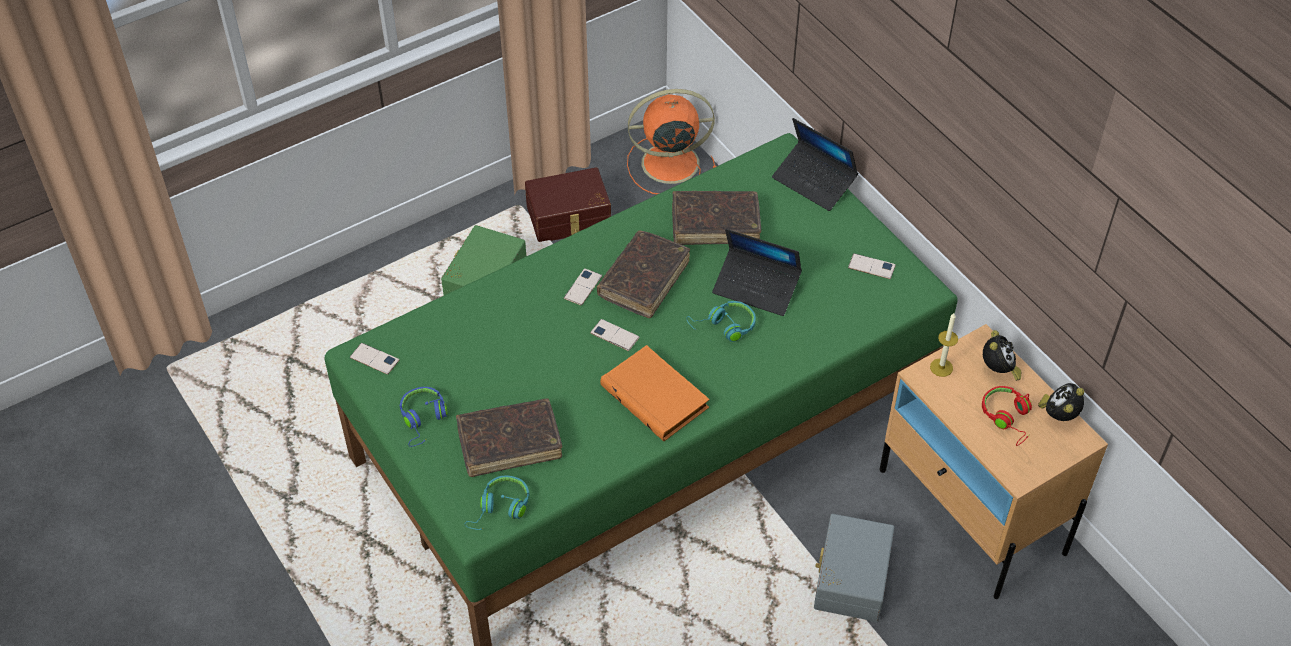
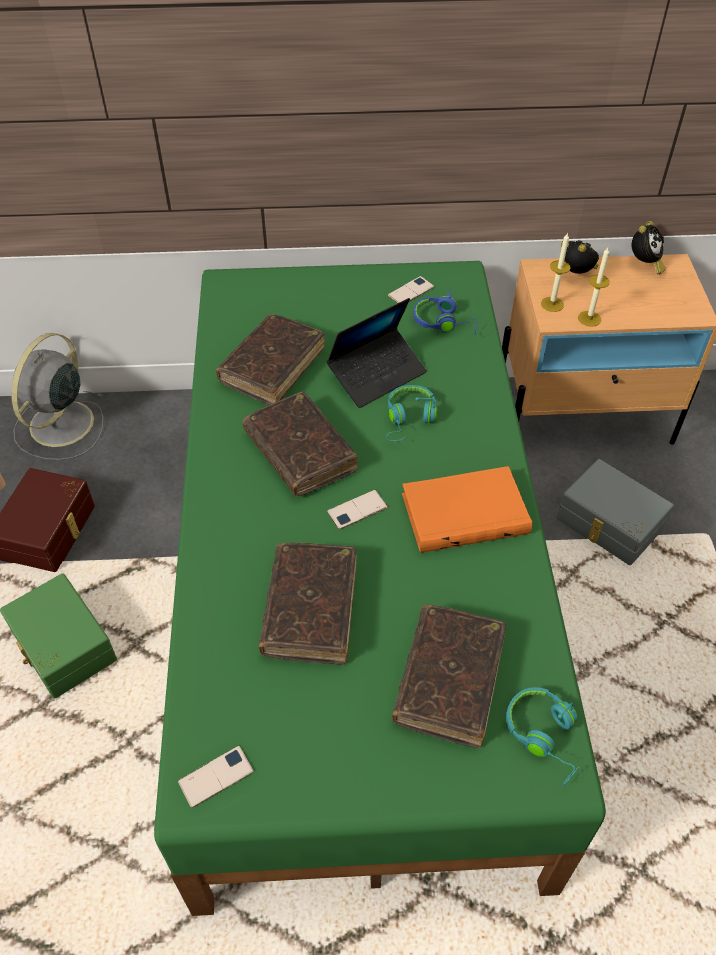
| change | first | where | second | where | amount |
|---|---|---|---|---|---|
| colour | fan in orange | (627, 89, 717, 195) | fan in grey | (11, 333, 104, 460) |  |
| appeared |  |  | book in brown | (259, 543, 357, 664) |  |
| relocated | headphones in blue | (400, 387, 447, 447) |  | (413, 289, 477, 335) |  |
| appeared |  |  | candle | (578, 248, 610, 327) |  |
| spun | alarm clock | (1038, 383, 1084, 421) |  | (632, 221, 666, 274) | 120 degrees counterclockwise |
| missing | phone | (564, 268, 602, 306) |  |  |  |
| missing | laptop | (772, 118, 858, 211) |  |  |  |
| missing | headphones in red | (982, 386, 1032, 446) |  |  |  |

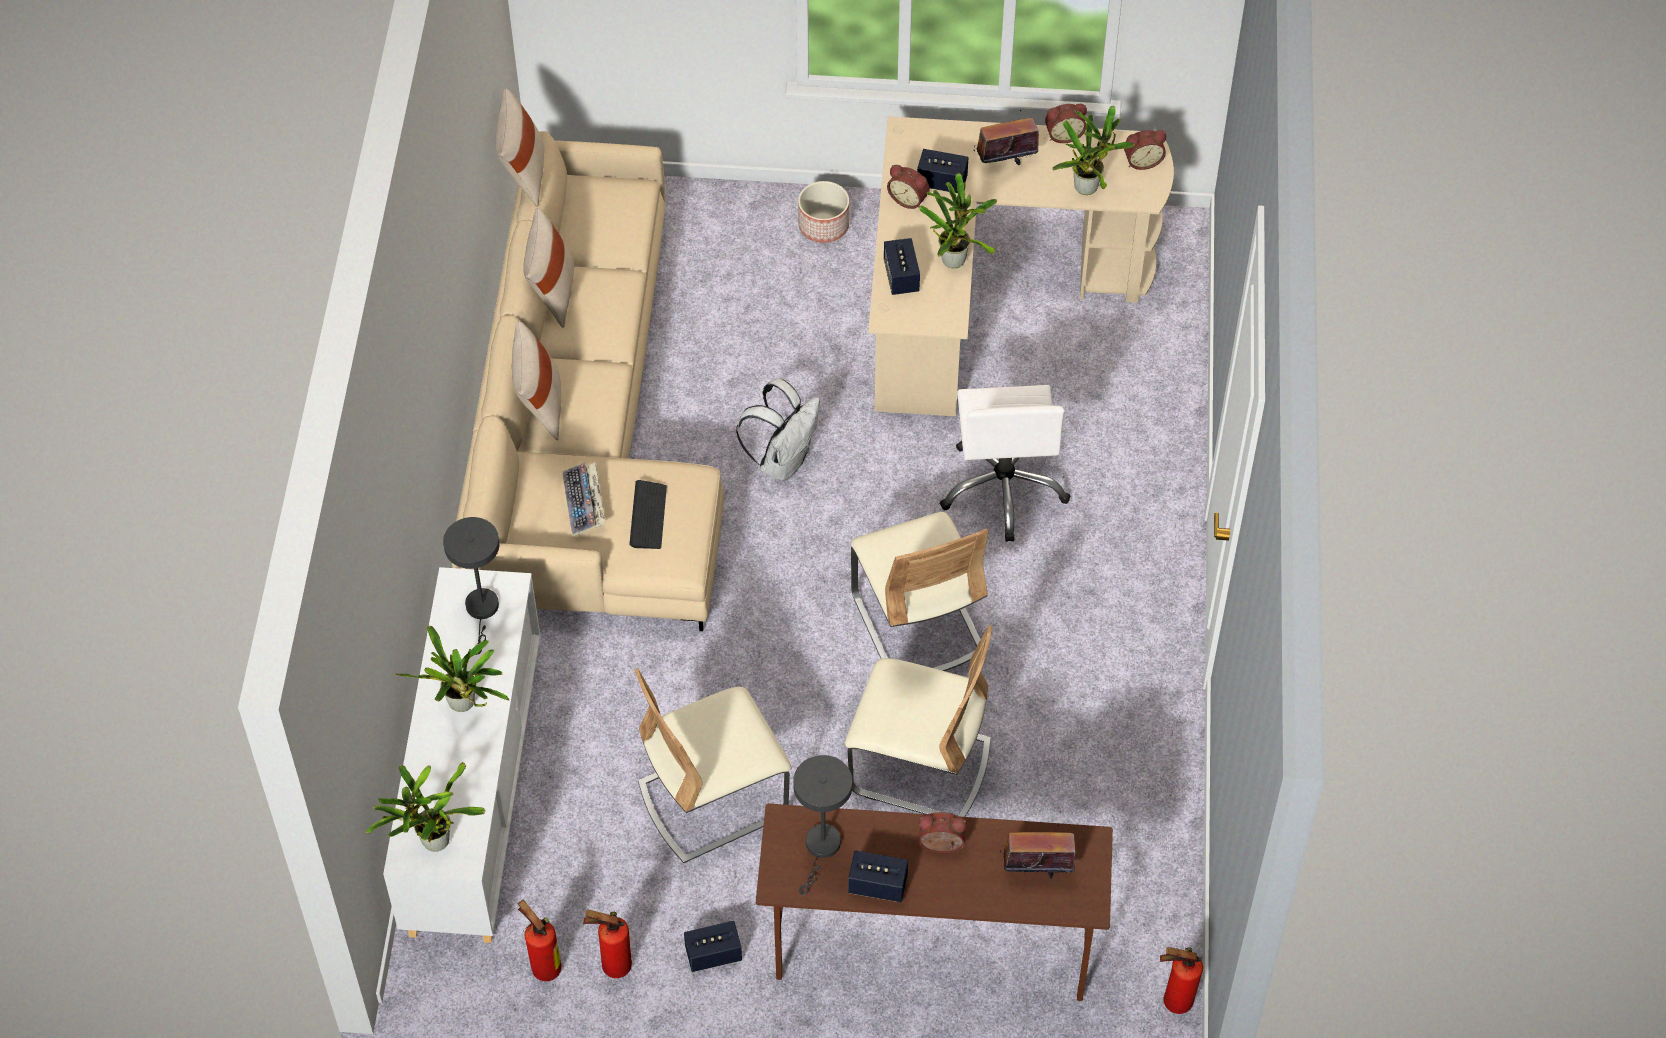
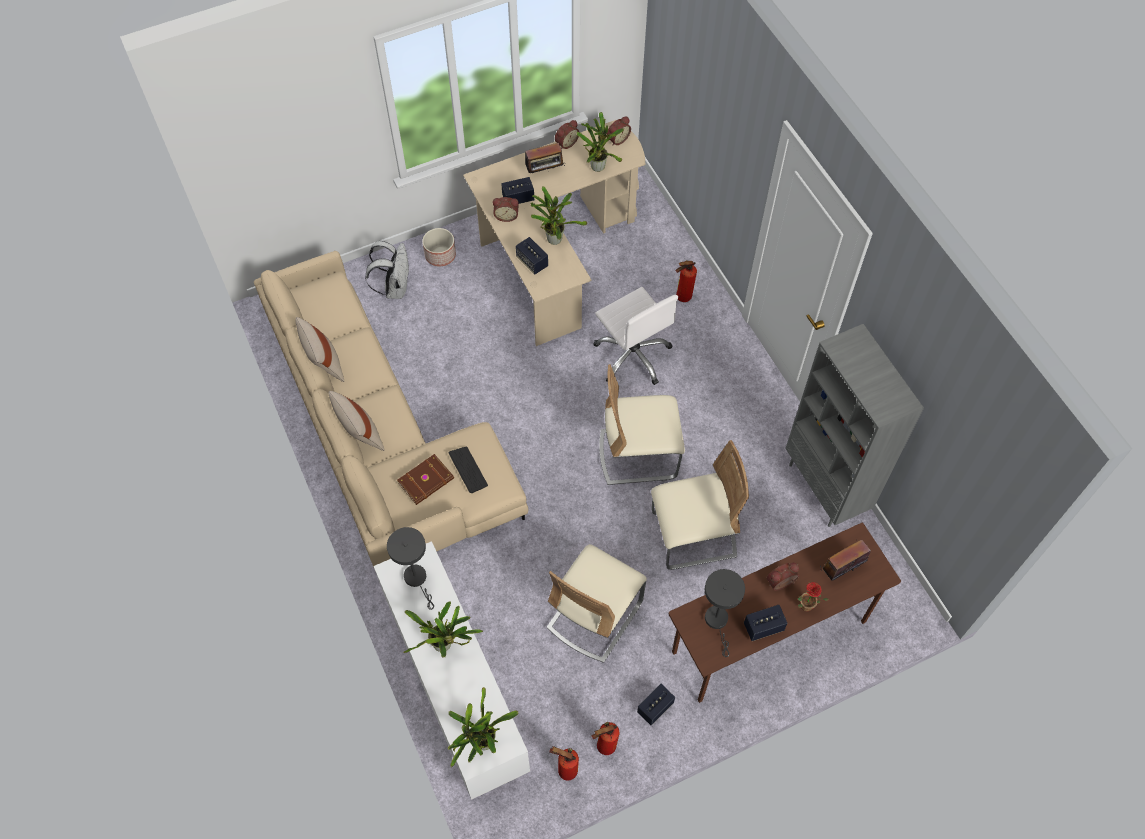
| change | first | where | second | where | amount |
|---|---|---|---|---|---|
| relocated | backpack in white | (736, 379, 820, 481) |  | (365, 241, 410, 299) |  |
| exchanged | keyboard | (563, 463, 606, 537) | book in brown | (397, 454, 454, 505) |  |
| spun | radio | (974, 110, 1039, 165) |  | (521, 143, 565, 174) | 150 degrees counterclockwise |
| spun | chair in beige | (851, 512, 988, 671) |  | (599, 364, 685, 485) | 135 degrees clockwise |
| relocated | fire extinguisher | (1160, 947, 1203, 1014) |  | (675, 260, 697, 302) |  |
| appeared |  |  | bookcase in grey | (785, 324, 924, 527) |  |
| appeared |  |  | potted plant | (797, 582, 829, 612) |  |
| missing | pillow in beige | (495, 88, 544, 207) |  |  |  |

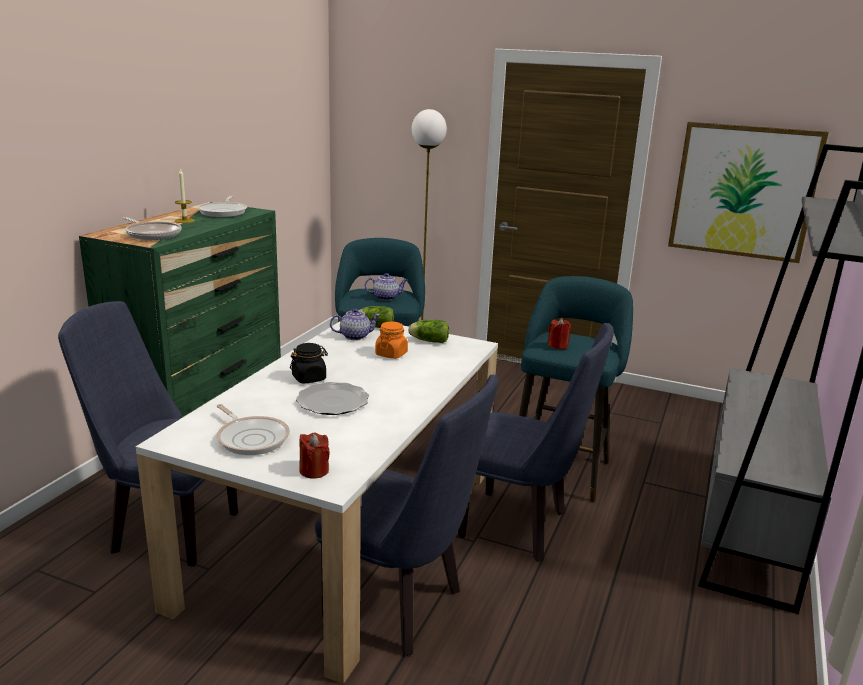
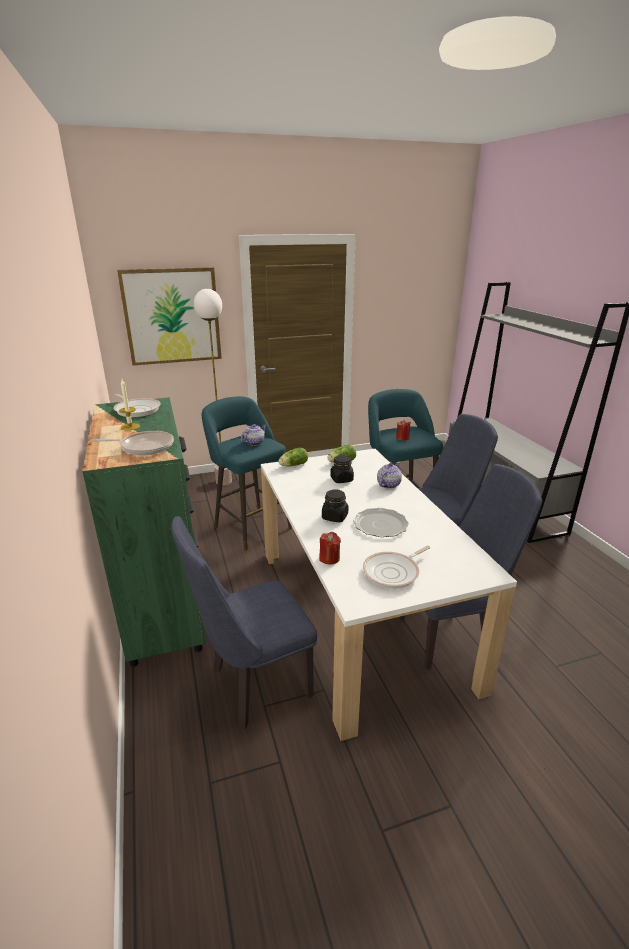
| change | first | where | second | where | amount |
|---|---|---|---|---|---|
| relocated | picture | (668, 122, 829, 263) |  | (117, 267, 222, 365) |  |
| relocated | candle in red | (299, 432, 330, 479) |  | (319, 532, 341, 564) |  |
| colour | jar in orange | (375, 322, 408, 359) | jar in black | (330, 455, 354, 483) |  |
| spun | frying pan | (217, 404, 290, 455) |  | (363, 545, 431, 589) | 135 degrees clockwise |
| relocated | teapot | (330, 308, 380, 340) |  | (377, 462, 402, 489) |  |

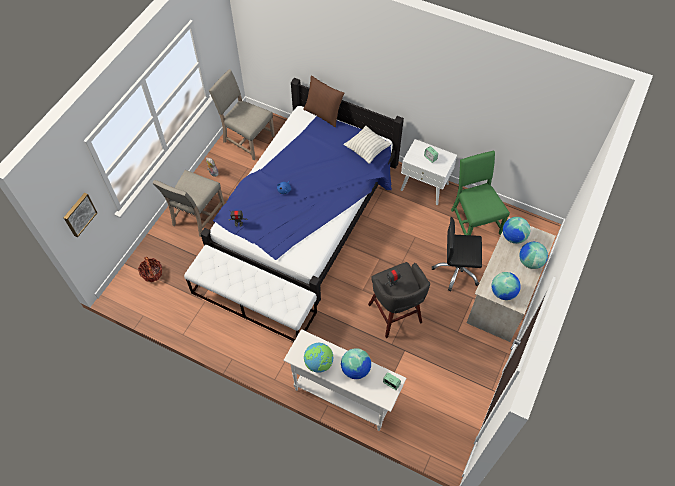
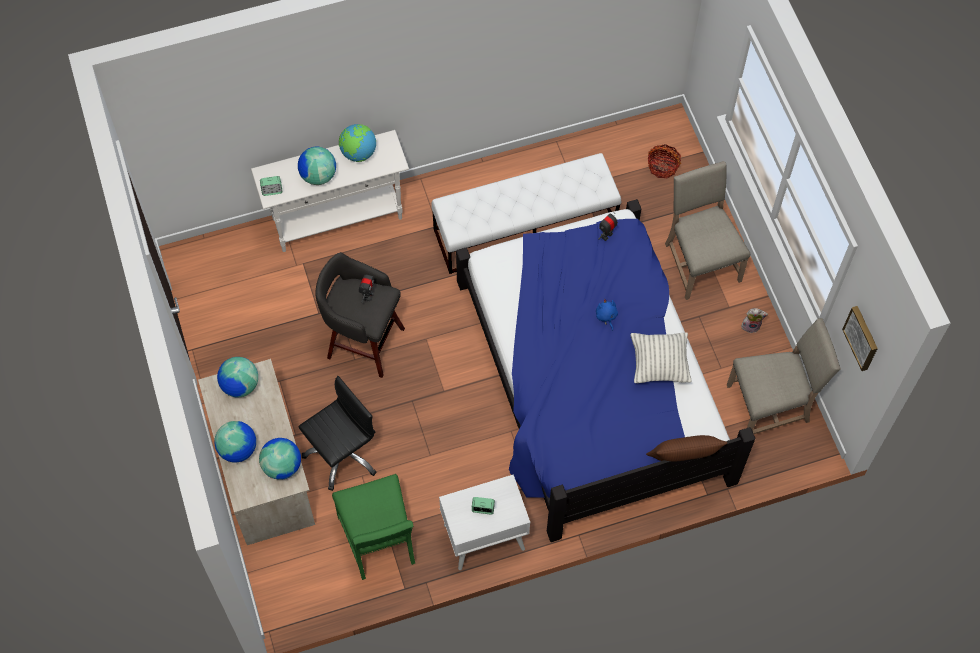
| change | first | where | second | where | amount |
|---|---|---|---|---|---|
| spun | chair in green | (451, 151, 510, 235) |  | (332, 474, 415, 580) | 45 degrees clockwise |
| relocated | pillow | (344, 126, 391, 164) |  | (630, 332, 691, 383) |  |
| relocated | picture | (64, 193, 97, 237) |  | (842, 306, 878, 371) |  |

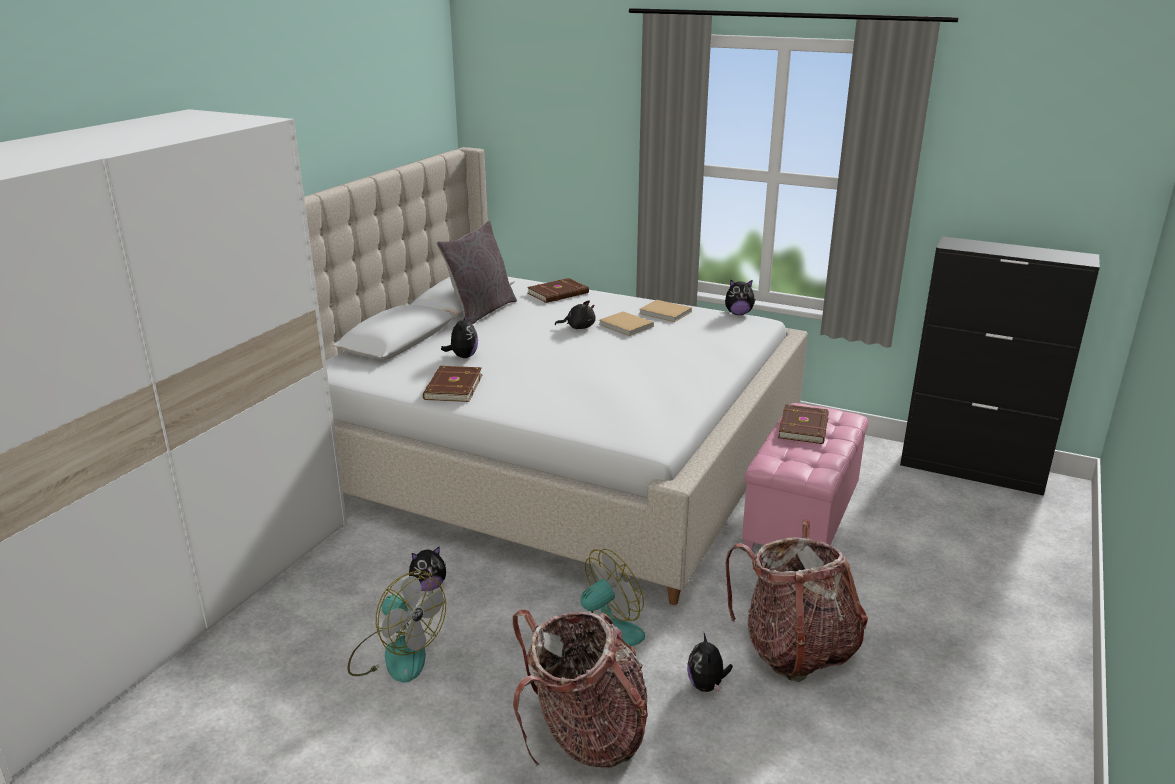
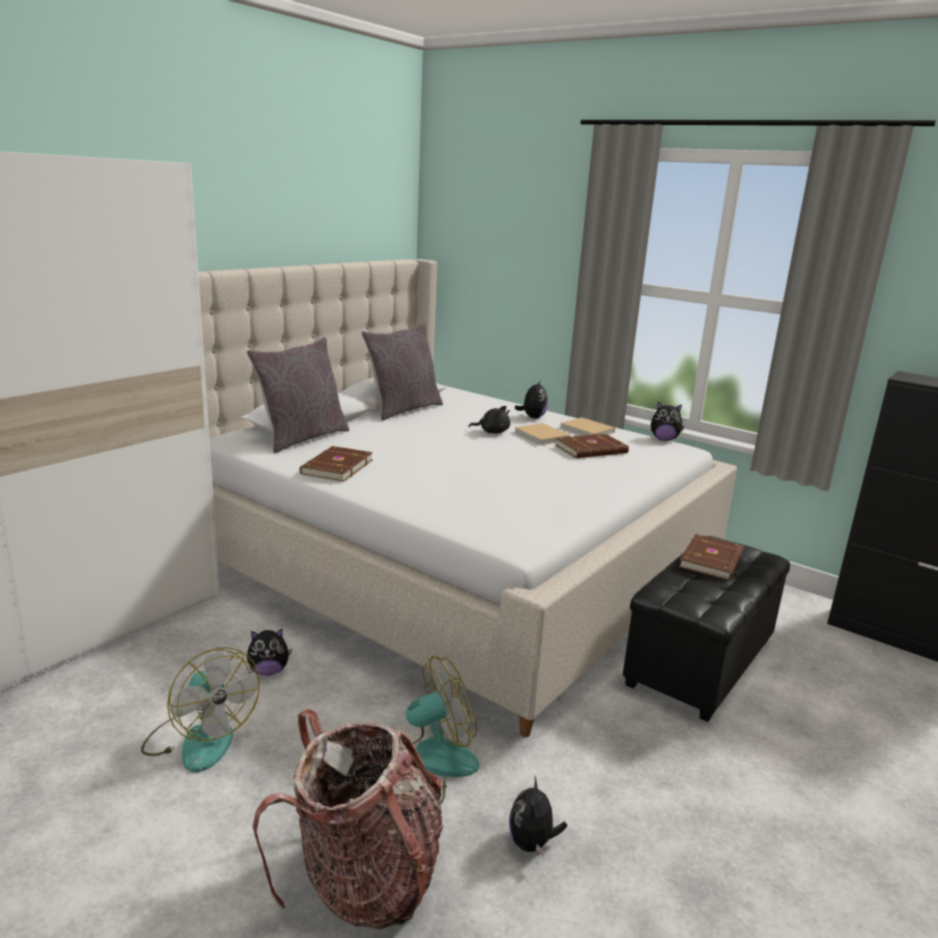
| change | first | where | second | where | amount |
|---|---|---|---|---|---|
| appeared |  |  | pillow in grey | (247, 337, 349, 453) |  |
| relocated | plush toy | (441, 315, 478, 358) |  | (515, 380, 548, 418) |  |
| relocated | book in brown | (527, 278, 589, 303) |  | (555, 434, 629, 458) |  |
| colour | ottoman in pink | (742, 403, 868, 549) | ottoman in black | (623, 536, 790, 722) |  |
| missing | backpack | (725, 519, 868, 682) |  |  |  |

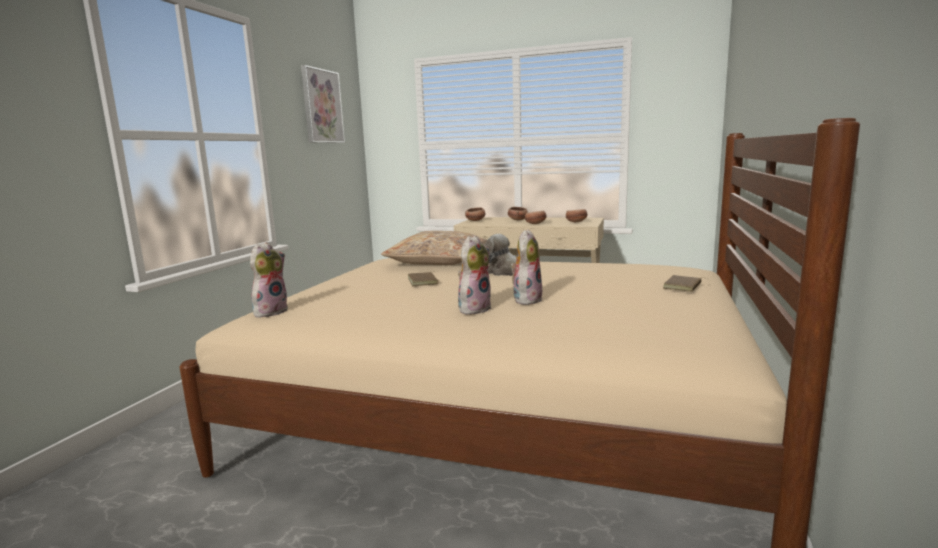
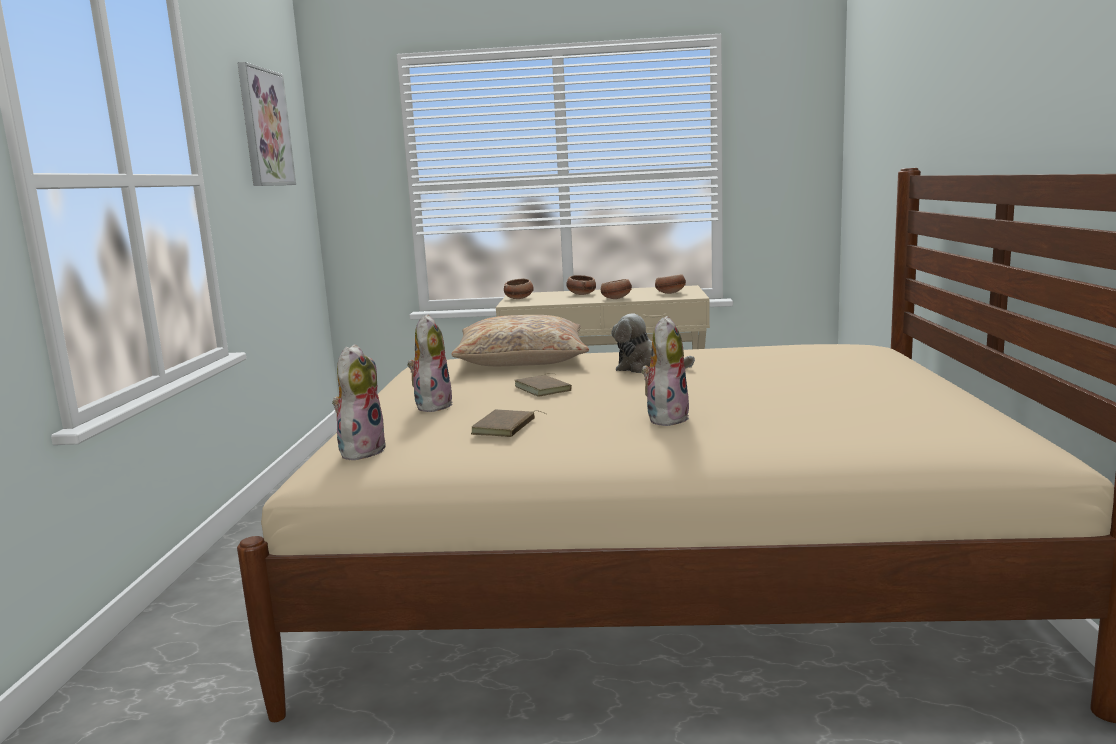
| change | first | where | second | where | amount |
|---|---|---|---|---|---|
| relocated | plush toy | (510, 229, 543, 305) |  | (407, 314, 453, 412) |  |
| relocated | book in brown | (663, 275, 710, 292) |  | (471, 409, 546, 437) |  |

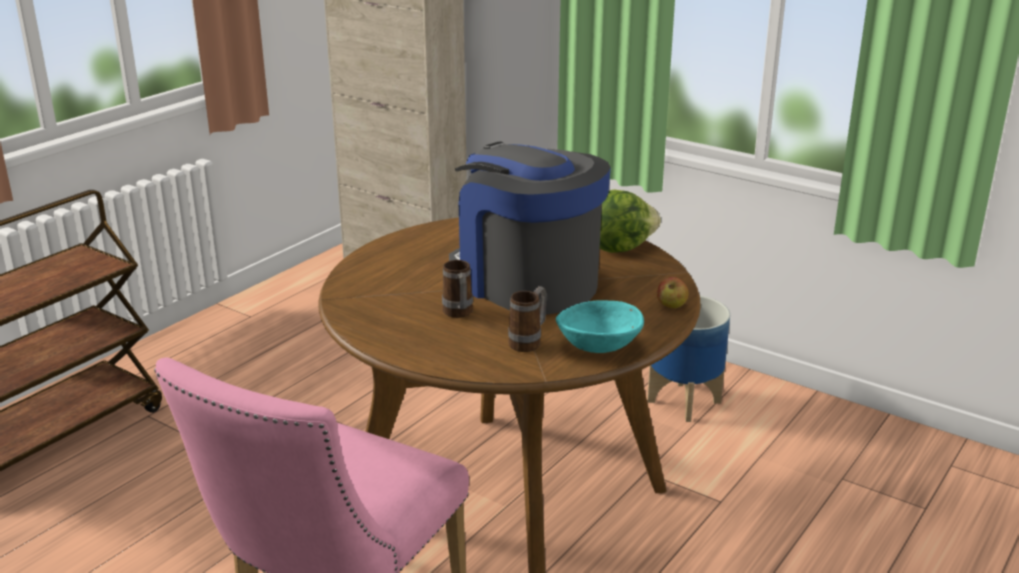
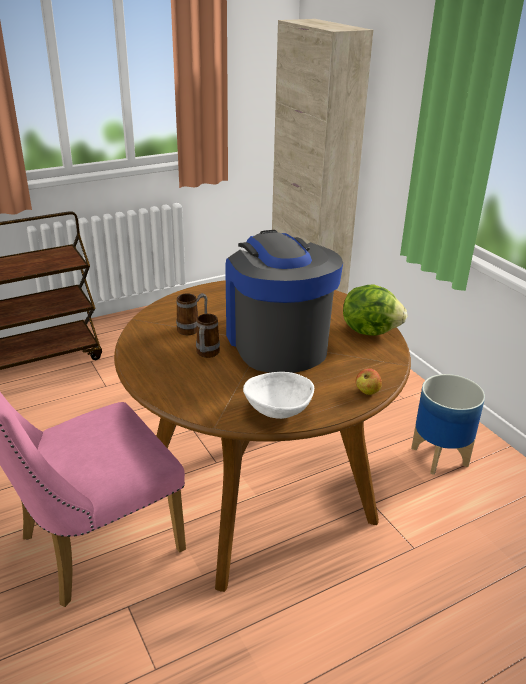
| change | first | where | second | where | amount |
|---|---|---|---|---|---|
| relocated | mug | (508, 286, 547, 352) |  | (176, 293, 207, 335) |  |
| colour | bowl in turquoise | (556, 300, 644, 353) | bowl in white | (243, 372, 314, 419) |  |

